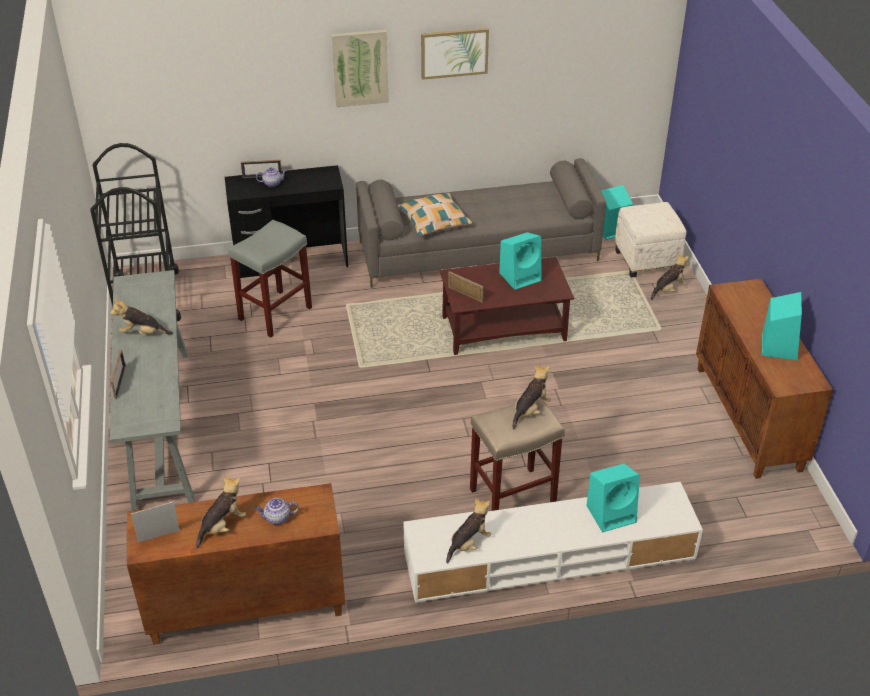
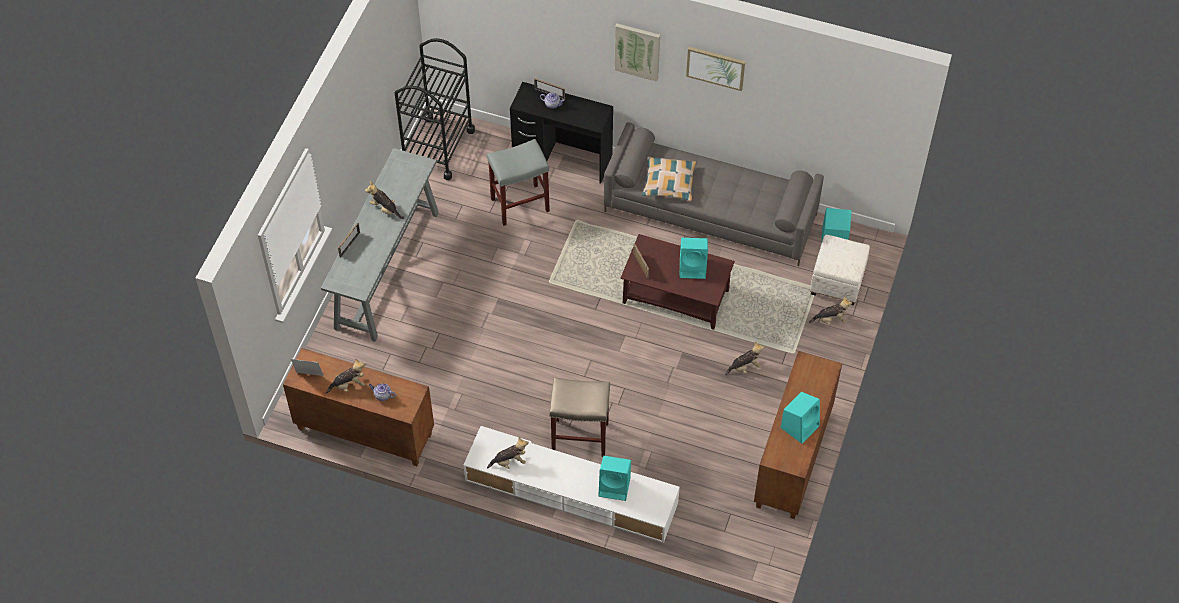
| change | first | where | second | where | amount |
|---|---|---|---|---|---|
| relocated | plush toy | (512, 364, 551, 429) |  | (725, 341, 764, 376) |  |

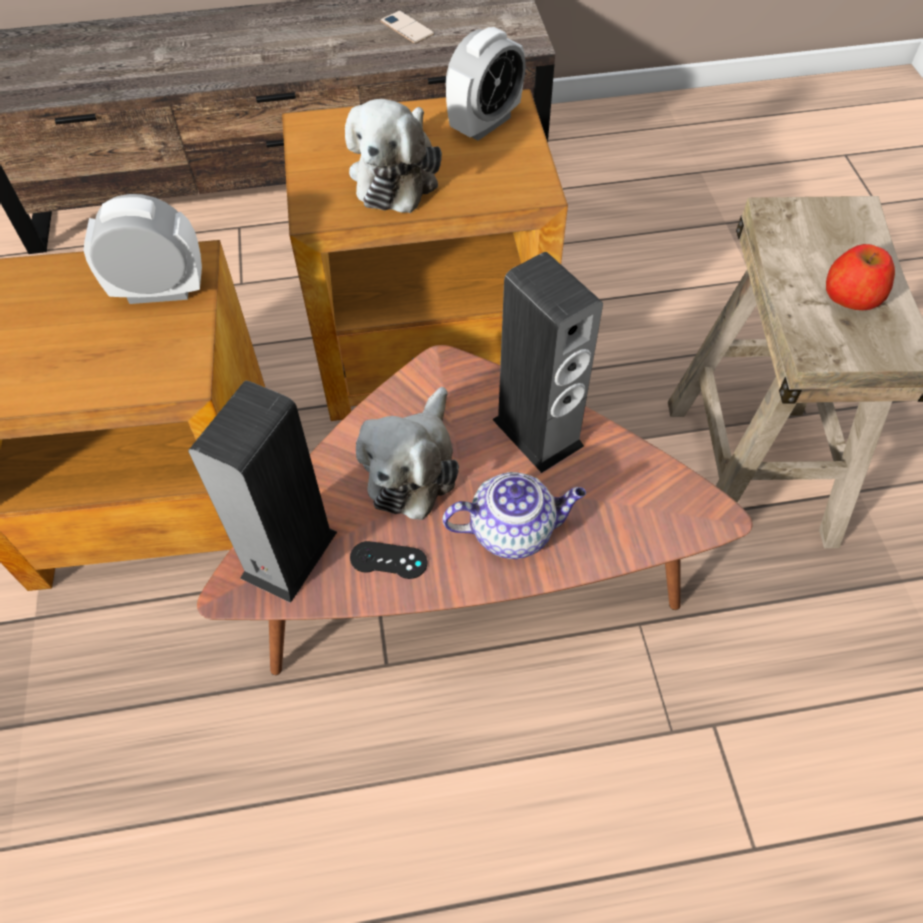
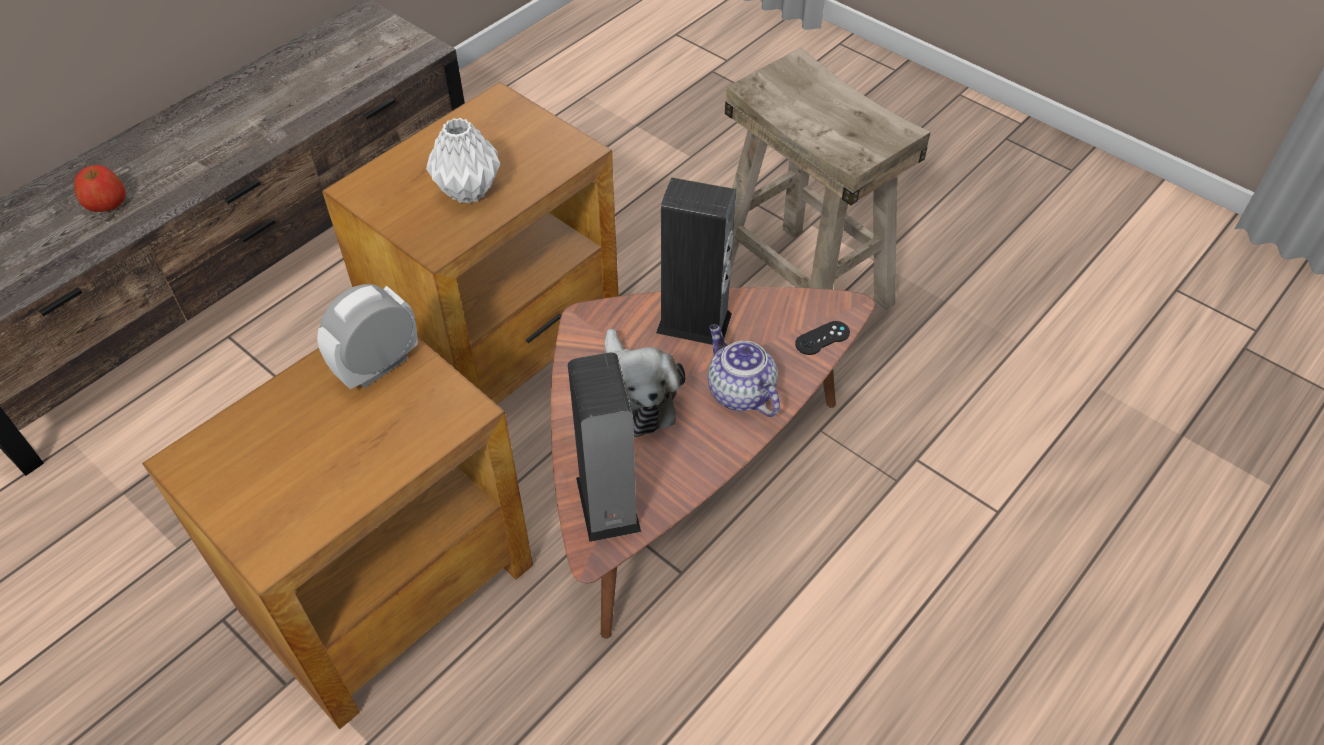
| change | first | where | second | where | amount |
|---|---|---|---|---|---|
| relocated | apple | (826, 244, 895, 310) |  | (74, 165, 126, 212) |  |
| exchanged | plush toy | (345, 99, 442, 213) | vase in white | (426, 118, 500, 204) |  |
| spun | teapot | (442, 472, 586, 559) |  | (708, 324, 780, 417) | 75 degrees counterclockwise |
| relocated | game controller in black | (350, 541, 427, 579) |  | (795, 321, 850, 355) |  |
| missing | phone | (380, 10, 434, 44) |  |  |  |
| missing | alarm clock | (446, 27, 526, 141) |  |  |  |

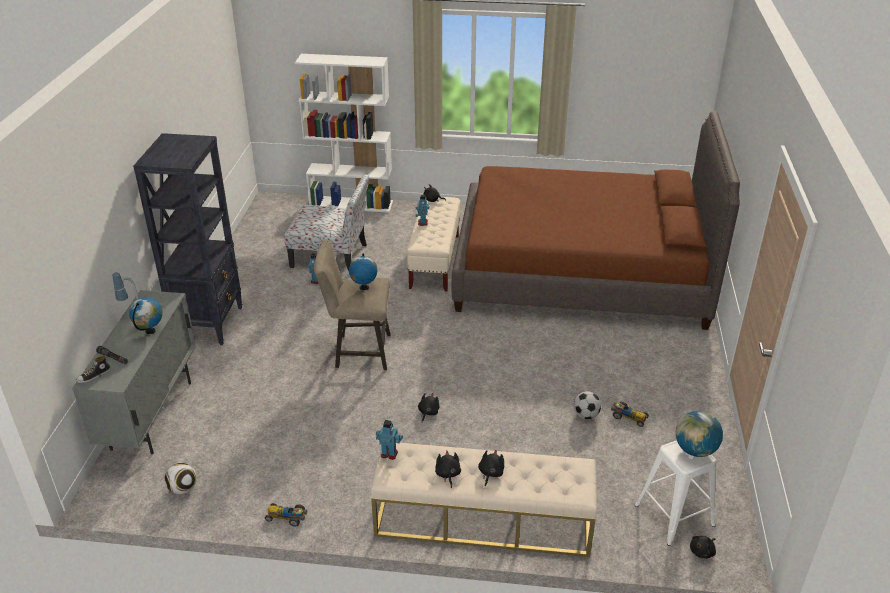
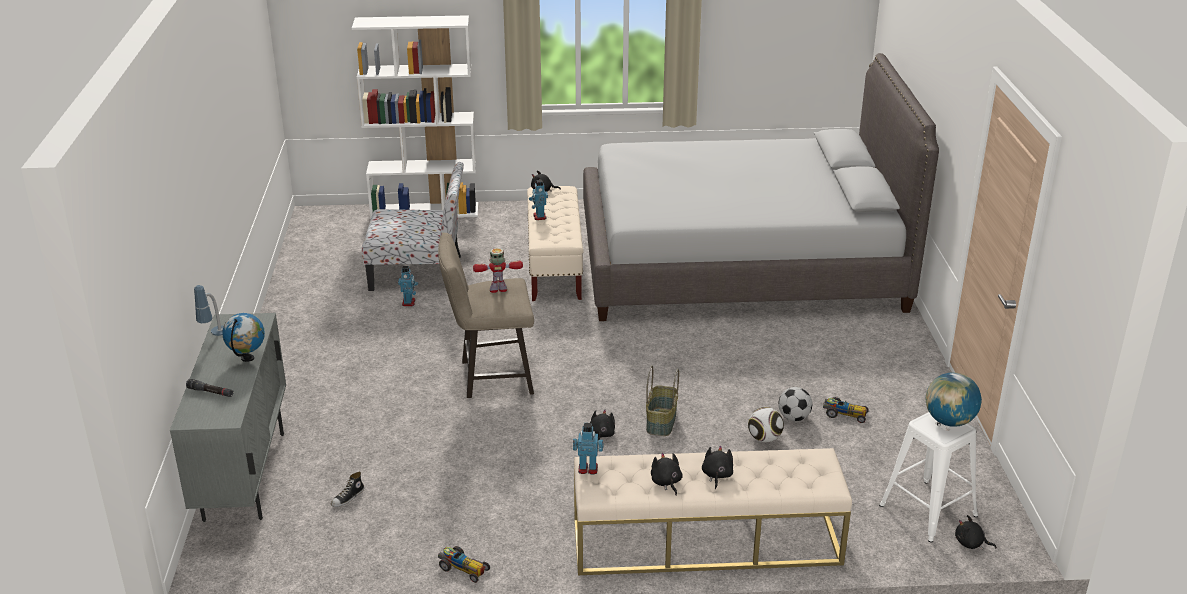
| change | first | where | second | where | amount |
|---|---|---|---|---|---|
| relocated | shoe | (76, 355, 111, 383) |  | (331, 471, 365, 507) |  |
| spun | toy car | (265, 503, 307, 527) |  | (438, 546, 490, 583) | 150 degrees counterclockwise |
| exchanged | globe | (349, 254, 377, 290) | toy robot | (473, 248, 523, 293) |  |
| colour | bed in brown | (452, 111, 740, 330) | bed in grey | (583, 53, 939, 321) |  |
| appeared |  |  | basket | (646, 365, 679, 436) |  |
| relocated | football | (164, 463, 197, 494) |  | (748, 407, 784, 442) |  |
| spun | plush toy in black | (690, 536, 716, 559) |  | (955, 515, 997, 550) | 75 degrees clockwise |
| missing | bookcase in black | (133, 133, 242, 345) |  |  |  |

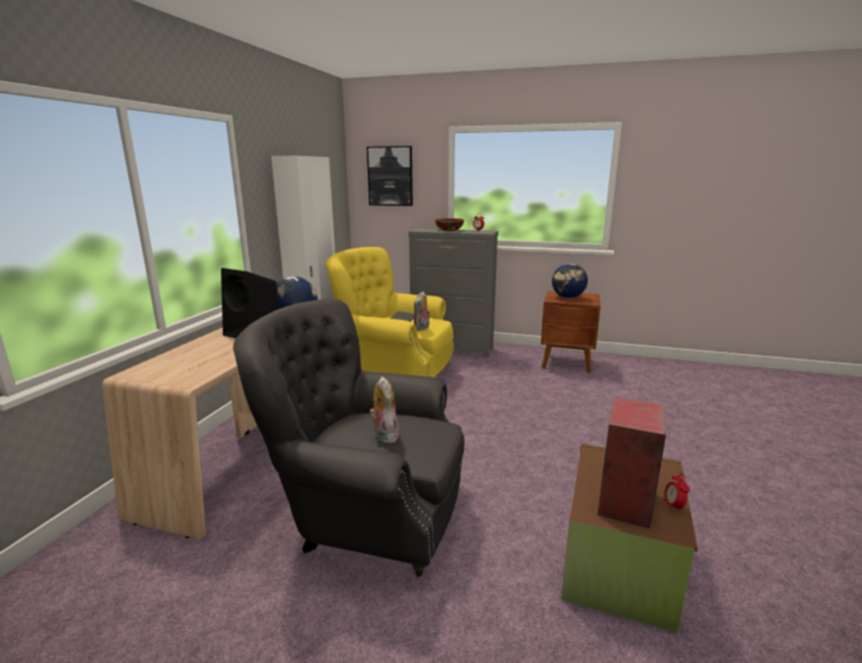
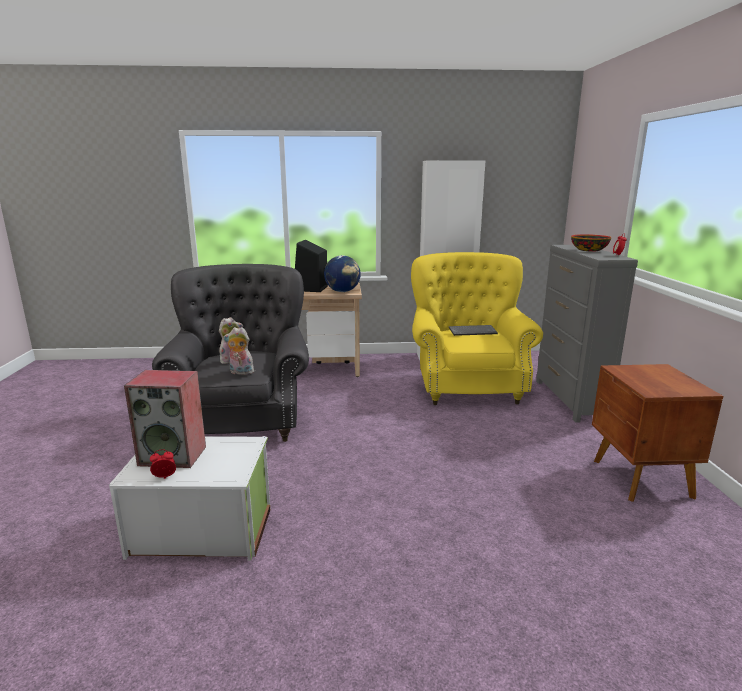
| change | first | where | second | where | amount |
|---|---|---|---|---|---|
| colour | storage box in brown | (561, 444, 698, 633) | storage box in white | (109, 436, 270, 561) |  |
| relocated | plush toy | (414, 291, 430, 331) |  | (223, 327, 254, 375) |  |
| missing | picture | (367, 146, 413, 206) |  |  |  |
| missing | globe | (552, 264, 588, 298) |  |  |  |

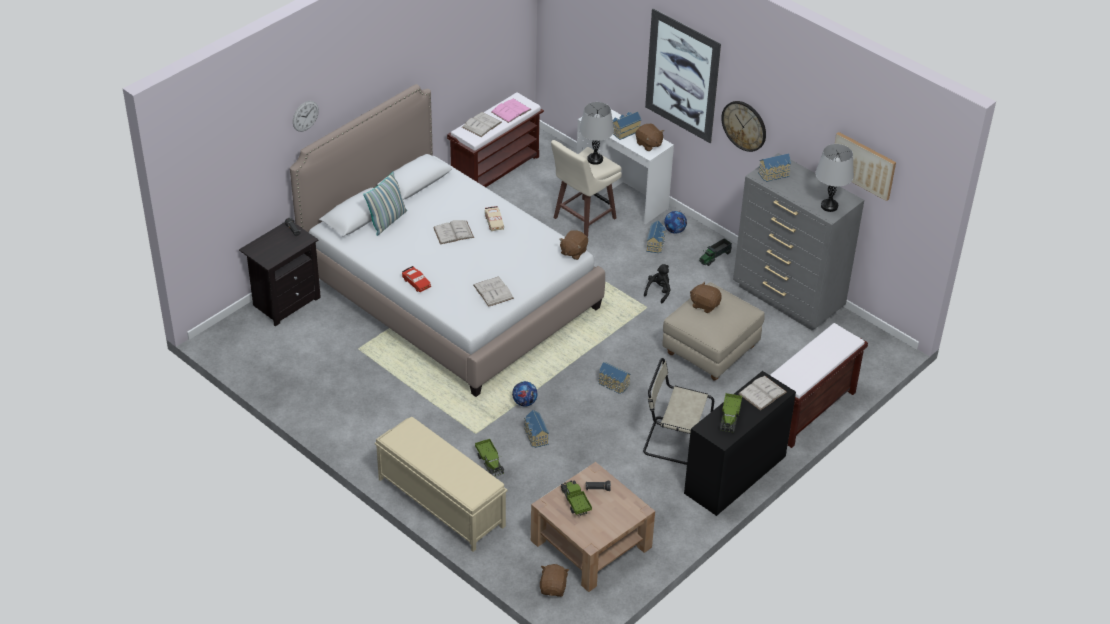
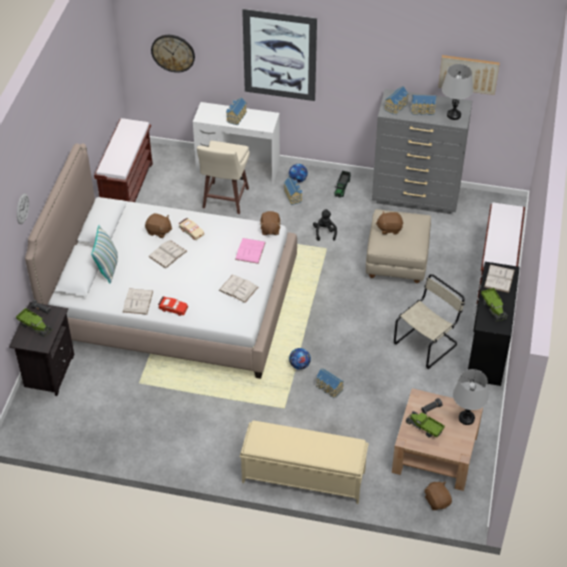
| change | first | where | second | where | amount |
|---|---|---|---|---|---|
| relocated | toy truck | (475, 439, 504, 476) |  | (16, 308, 52, 337) |  |
| relocated | book in white | (462, 112, 502, 137) |  | (123, 288, 153, 315) |  |
| relocated | plush toy in brown | (635, 124, 664, 151) |  | (145, 213, 172, 238) |  |
| relocated | wall clock | (721, 101, 766, 152) |  | (151, 35, 195, 73) |  |
| relocated | book in pink | (491, 98, 531, 123) |  | (235, 238, 266, 264) |  |
| spun | chair in beige | (643, 358, 714, 465) |  | (394, 274, 465, 369) | 150 degrees clockwise |
| relocated | toy house | (598, 362, 631, 394) |  | (411, 95, 436, 115) |  |
| relocated | table lamp in grey | (579, 102, 614, 165) |  | (453, 369, 489, 425) |  |

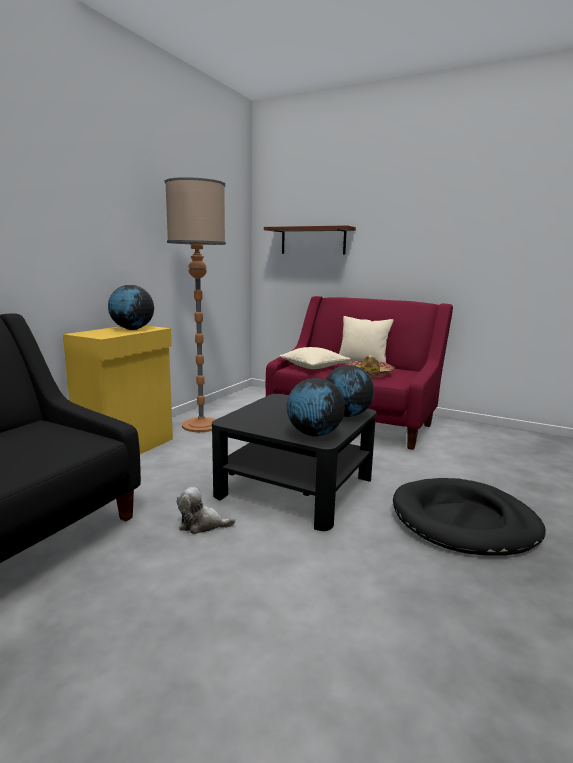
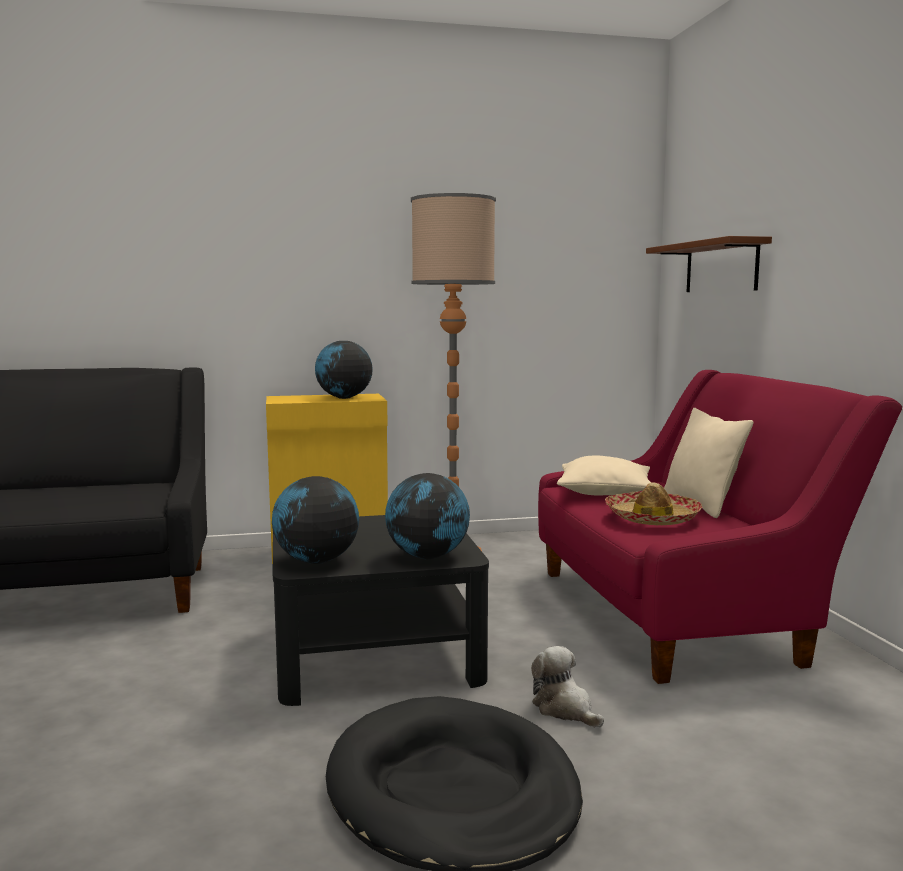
| change | first | where | second | where | amount |
|---|---|---|---|---|---|
| relocated | plush toy | (177, 487, 236, 534) |  | (531, 646, 604, 728) |  |

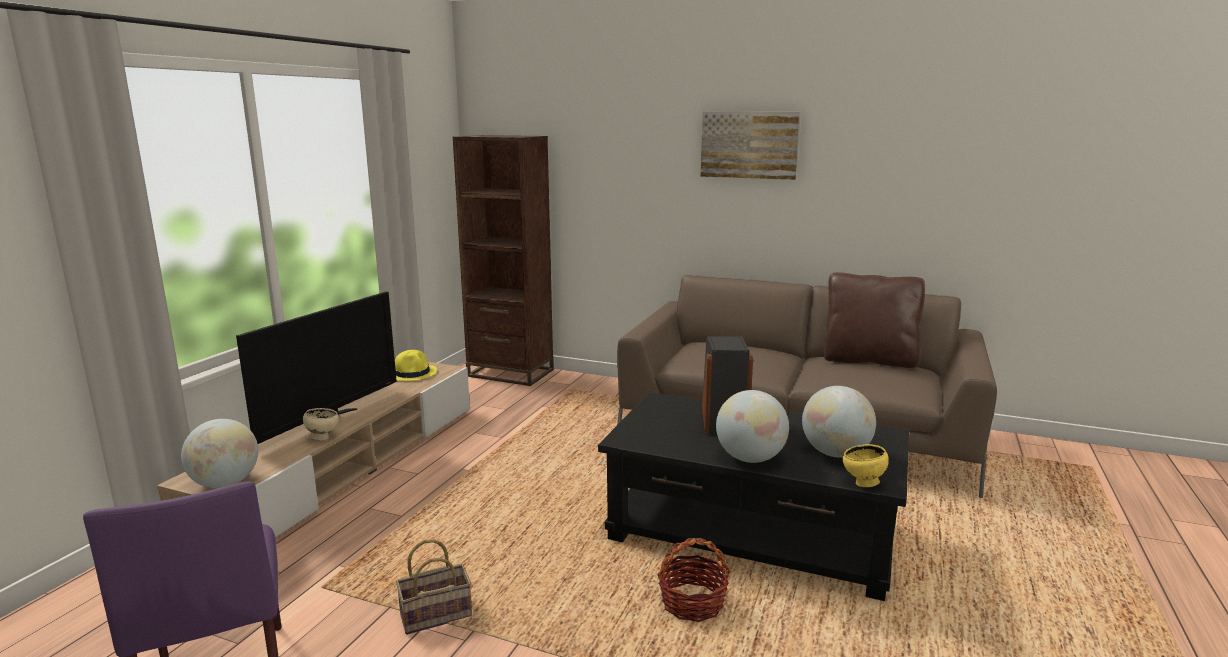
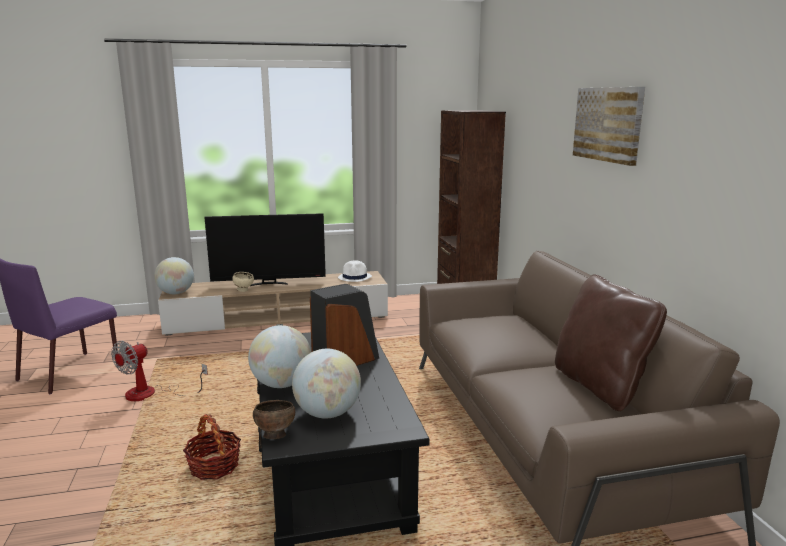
| change | first | where | second | where | amount |
|---|---|---|---|---|---|
| exchanged | basket | (396, 539, 472, 635) | fan | (111, 341, 208, 401) |  |
| colour | bowl in yellow | (843, 444, 889, 487) | bowl in brown | (253, 400, 295, 439) |  |
| colour | hat in yellow | (395, 350, 437, 381) | hat in white | (338, 260, 372, 282) |  |

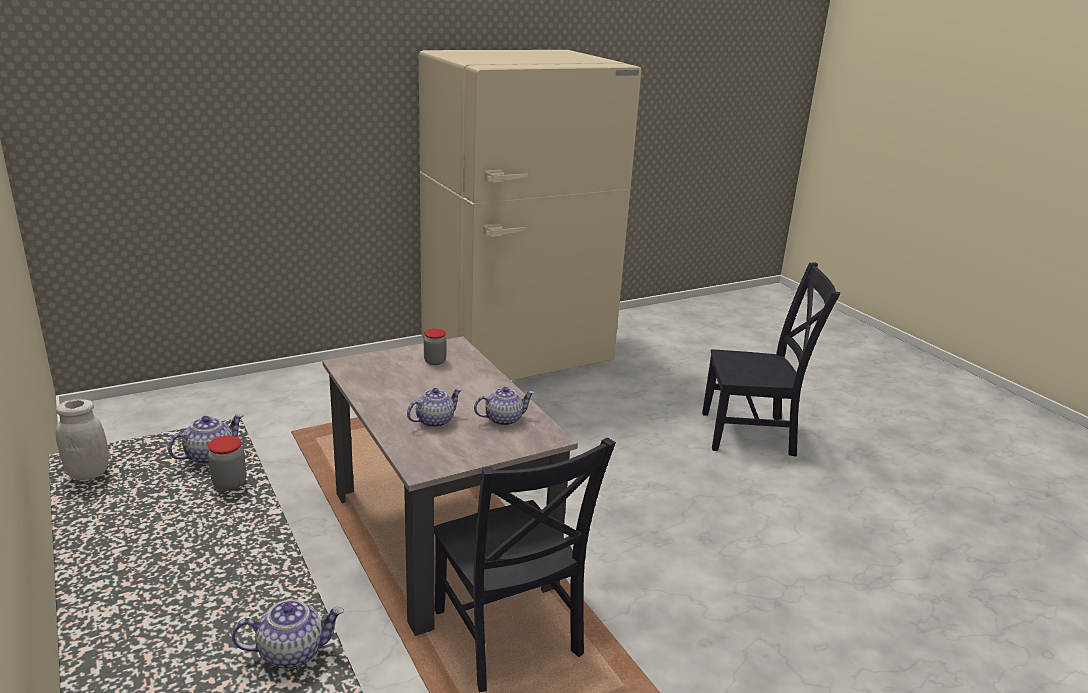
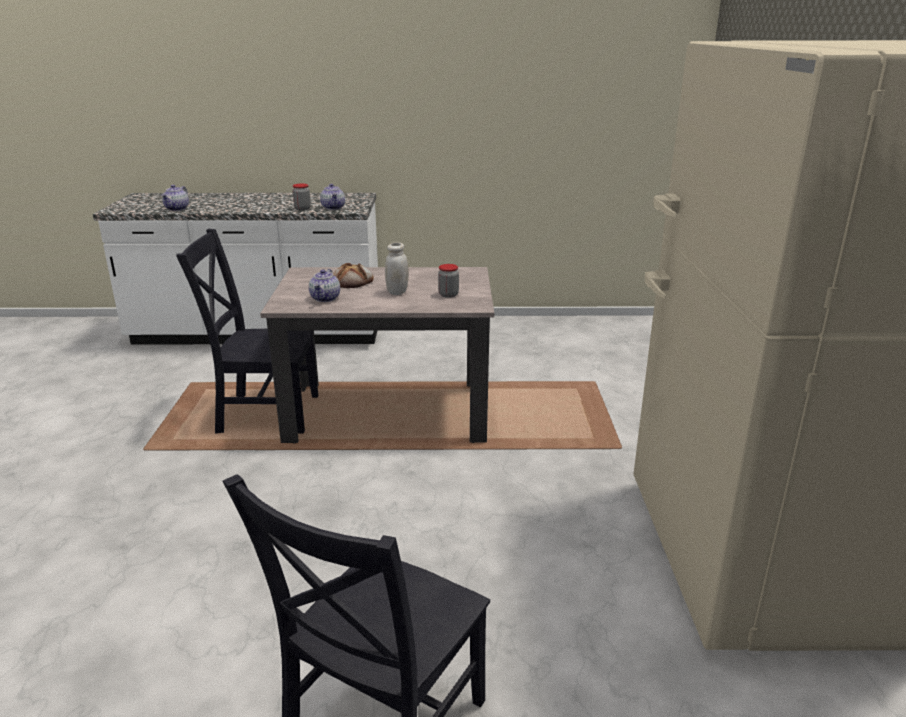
| change | first | where | second | where | amount |
|---|---|---|---|---|---|
| exchanged | teapot | (407, 388, 462, 428) | bread | (333, 263, 374, 288) |  |
| relocated | jar in white | (56, 399, 109, 480) |  | (385, 242, 409, 295) |  |

